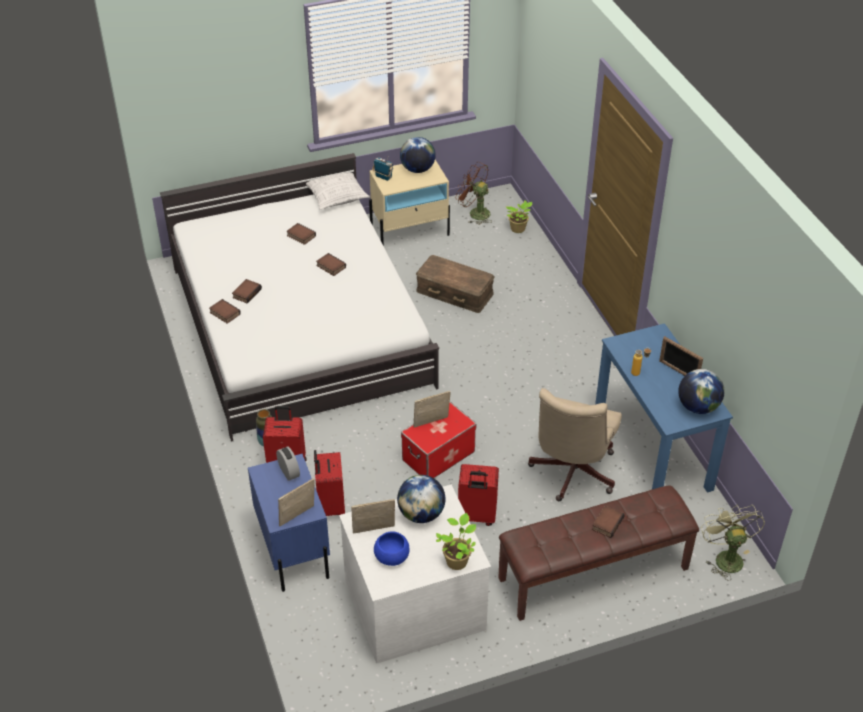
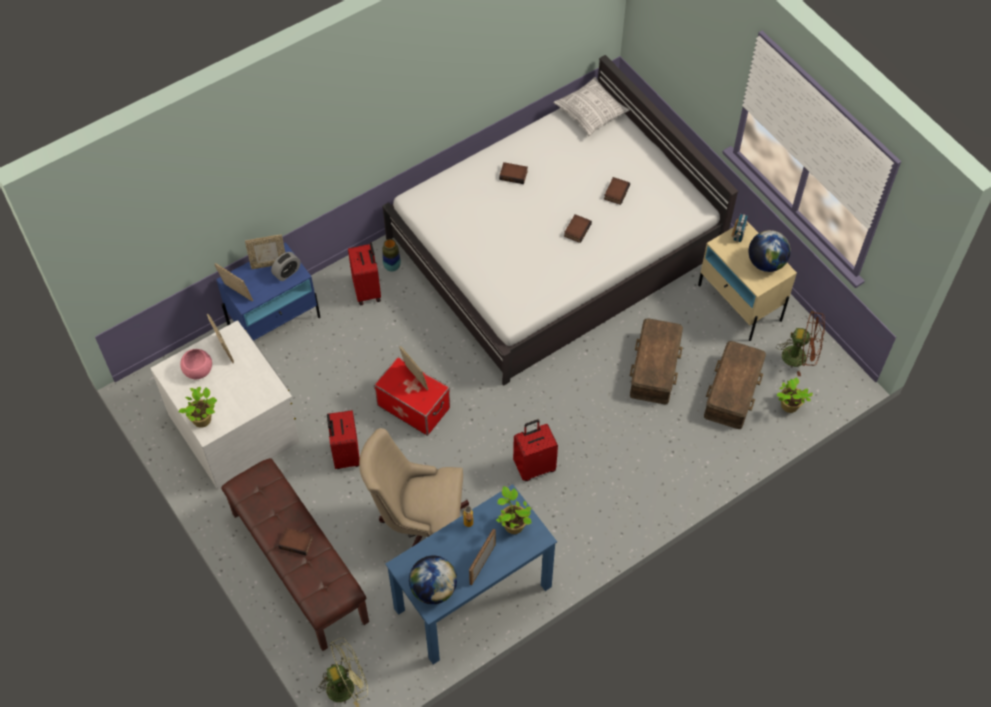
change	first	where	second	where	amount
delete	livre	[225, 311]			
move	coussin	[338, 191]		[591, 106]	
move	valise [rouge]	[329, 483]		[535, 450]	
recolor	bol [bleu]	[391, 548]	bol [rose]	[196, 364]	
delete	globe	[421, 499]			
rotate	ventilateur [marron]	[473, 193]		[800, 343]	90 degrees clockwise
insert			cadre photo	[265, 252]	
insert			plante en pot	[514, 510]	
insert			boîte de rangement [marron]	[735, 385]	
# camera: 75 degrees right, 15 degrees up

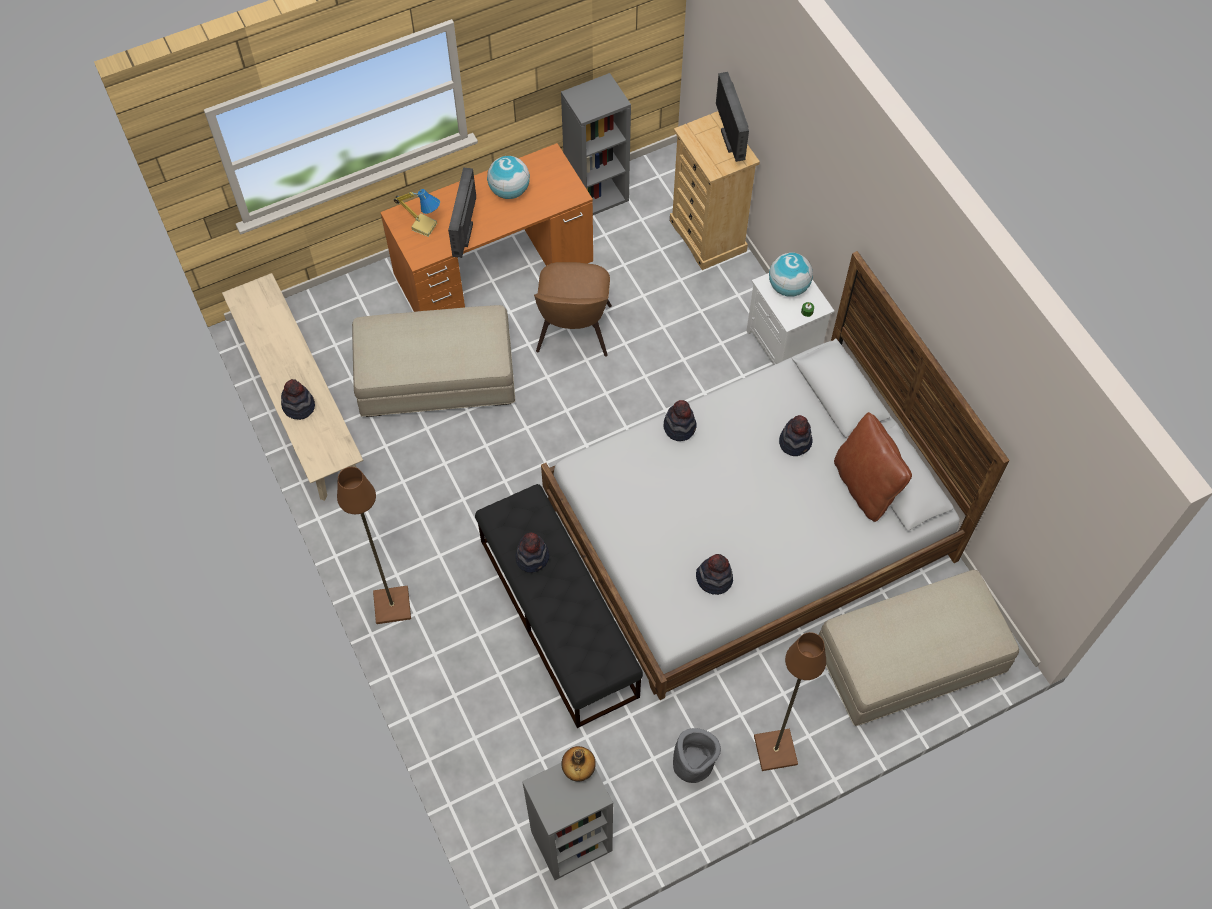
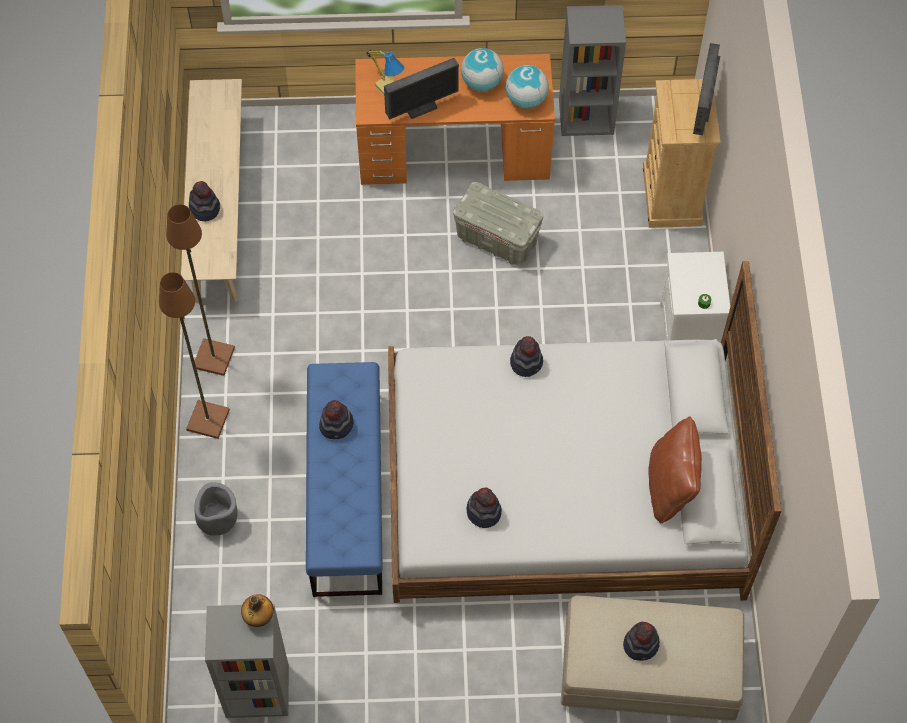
change	first	where	second	where	amount
delete	pouf [beige]	[433, 361]			
rotate	écran d'ordinateur	[462, 212]		[421, 89]	150 degrees counterclockwise
recolor	banc [noir]	[559, 606]	banc [bleu]	[344, 479]	
replace	chaise [marron]	[573, 309]	boîte de rangement [gris]	[498, 223]	
move	cache-pot [gris]	[697, 755]		[216, 508]	
move	lampadaire [marron]	[790, 701]		[200, 290]	
move	globe	[791, 275]		[527, 87]	
move	chapeau	[795, 435]		[641, 641]	
# camera: 25 degrees right, 0 degrees up

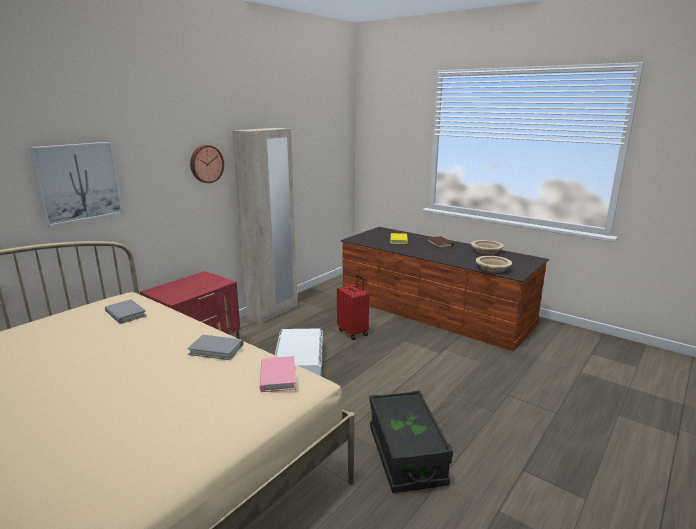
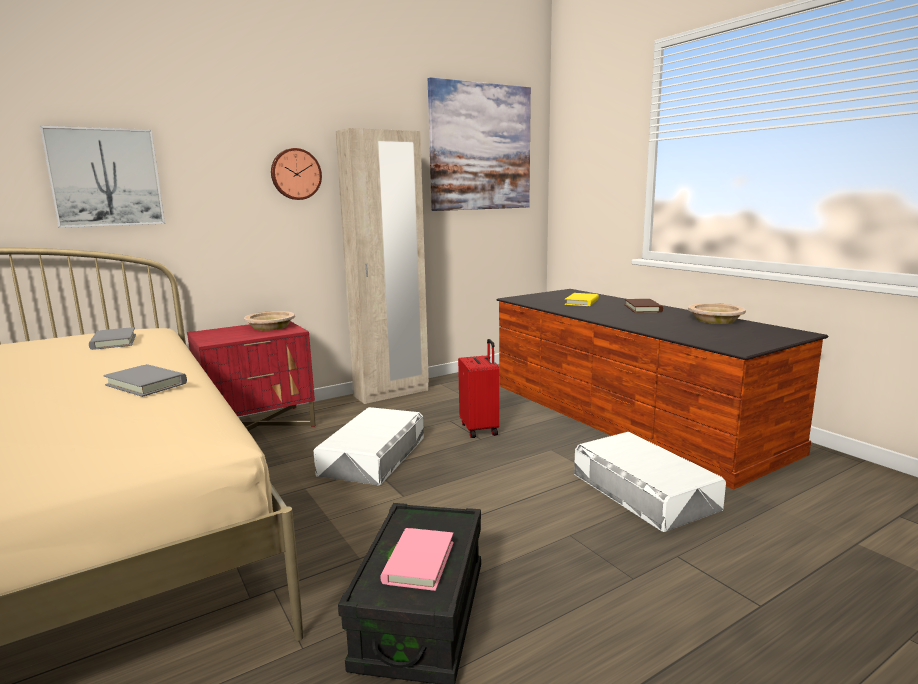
change	first	where	second	where	amount
move	livre [rose]	[278, 374]		[417, 559]	
move	bol [beige]	[494, 264]		[269, 321]	
insert			tableau	[479, 144]	
insert			boîte de rangement [blanc]	[650, 482]	
# camera: 20 degrees right, 5 degrees down

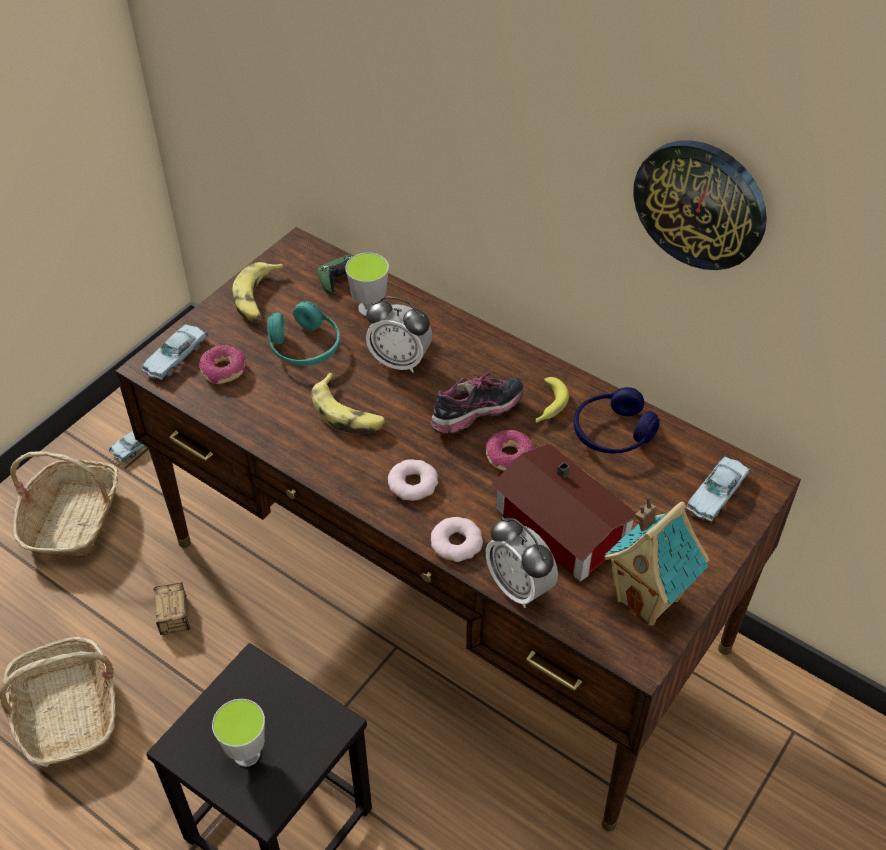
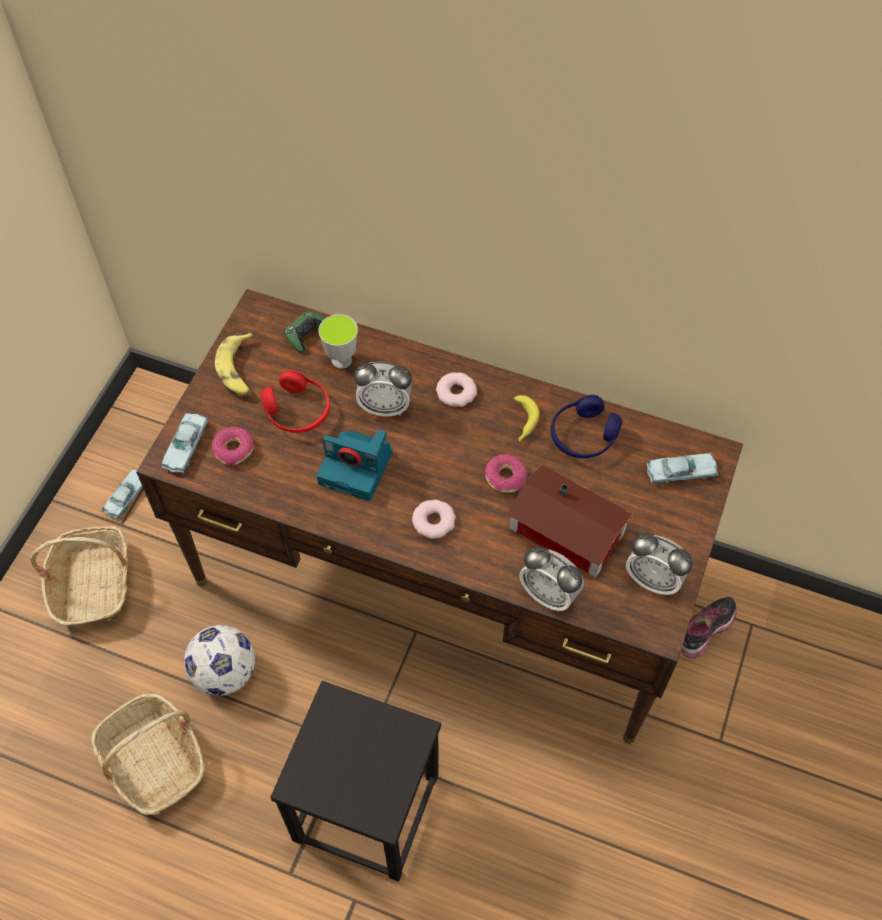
change	first	where	second	where	amount
replace	boîte de rangement	[171, 609]	ballon de foot	[219, 660]	
delete	tasse	[238, 733]			
recolor	casque audio [turquoise]	[303, 333]	casque audio [rouge]	[295, 401]	
replace	banane	[349, 403]	appareil photo	[354, 465]	
move	chaussure	[477, 402]		[709, 628]	
move	beignet	[457, 539]		[456, 389]	
replace	maison miniature	[657, 561]	réveil	[659, 564]	
delete	horloge murale	[700, 205]			
rotate	petite voiture [bleu]	[718, 488]		[682, 468]	120 degrees counterclockwise
# camera: 15 degrees left, 10 degrees up

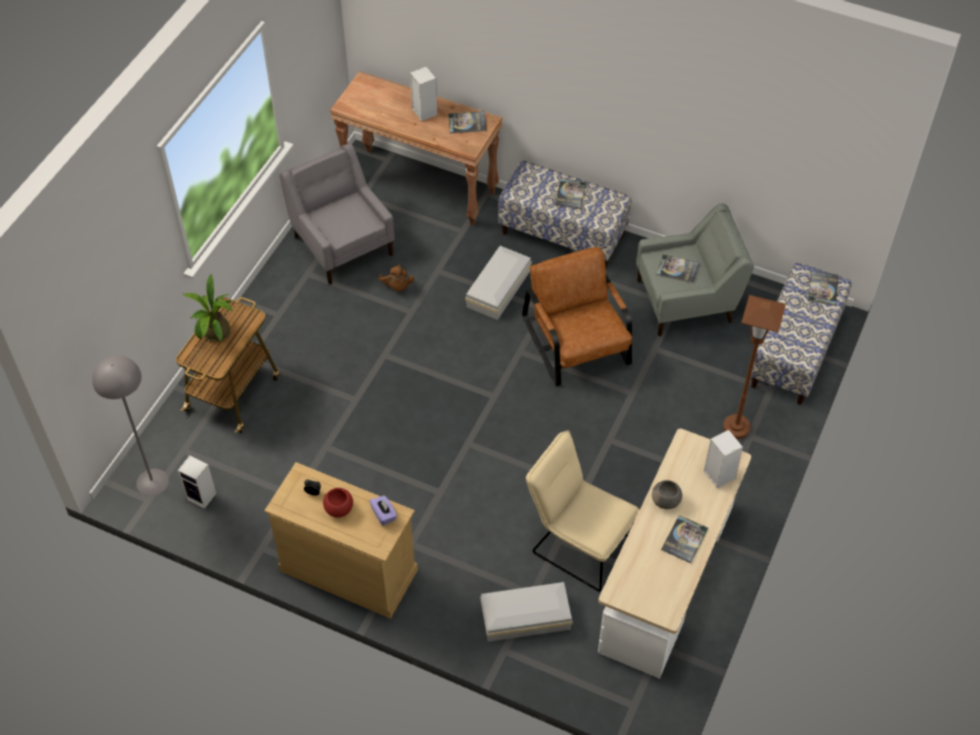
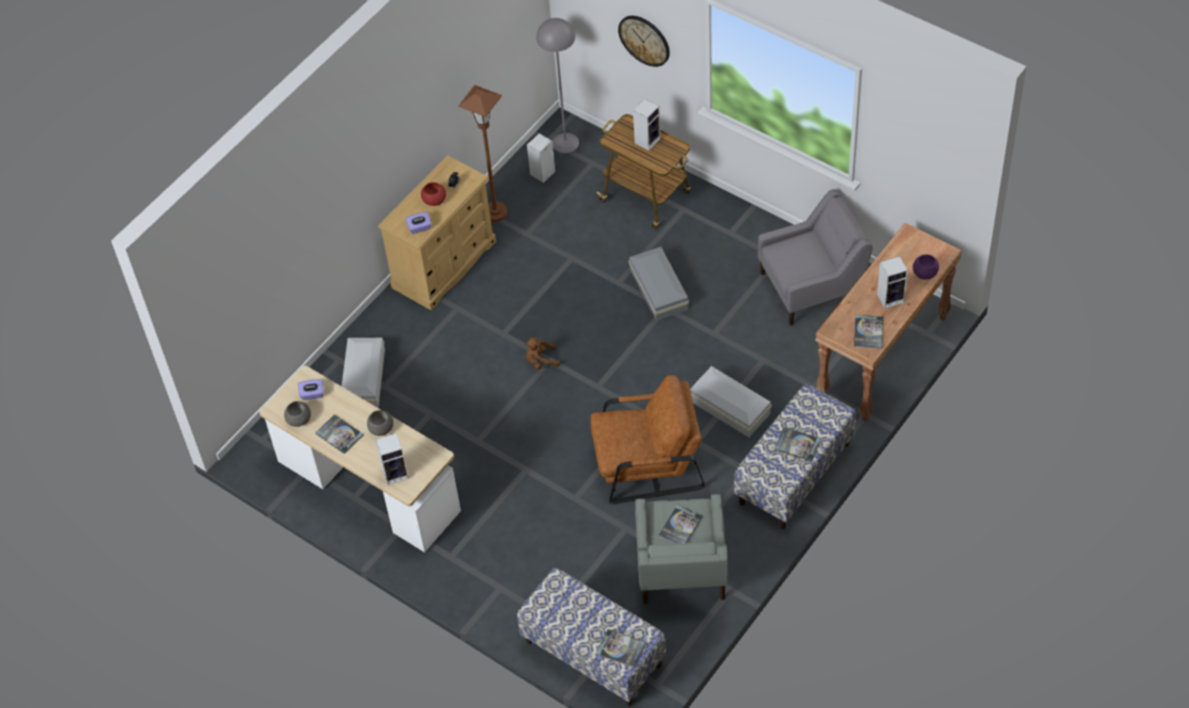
change	first	where	second	where	amount
replace	plante en pot	[208, 308]	enceinte	[647, 125]	
move	peluche [marron]	[396, 277]		[542, 353]	
delete	chaise [beige]	[582, 511]			
move	lampadaire [marron]	[754, 367]		[483, 153]	
insert			bol [gris]	[297, 414]	
insert			boîte à mouchoirs [violet]	[311, 389]	
insert			horloge murale	[644, 41]	
insert			boîte de rangement [gris]	[659, 284]	
insert			bol [violet]	[926, 267]	
# camera: 105 degrees right, 0 degrees up

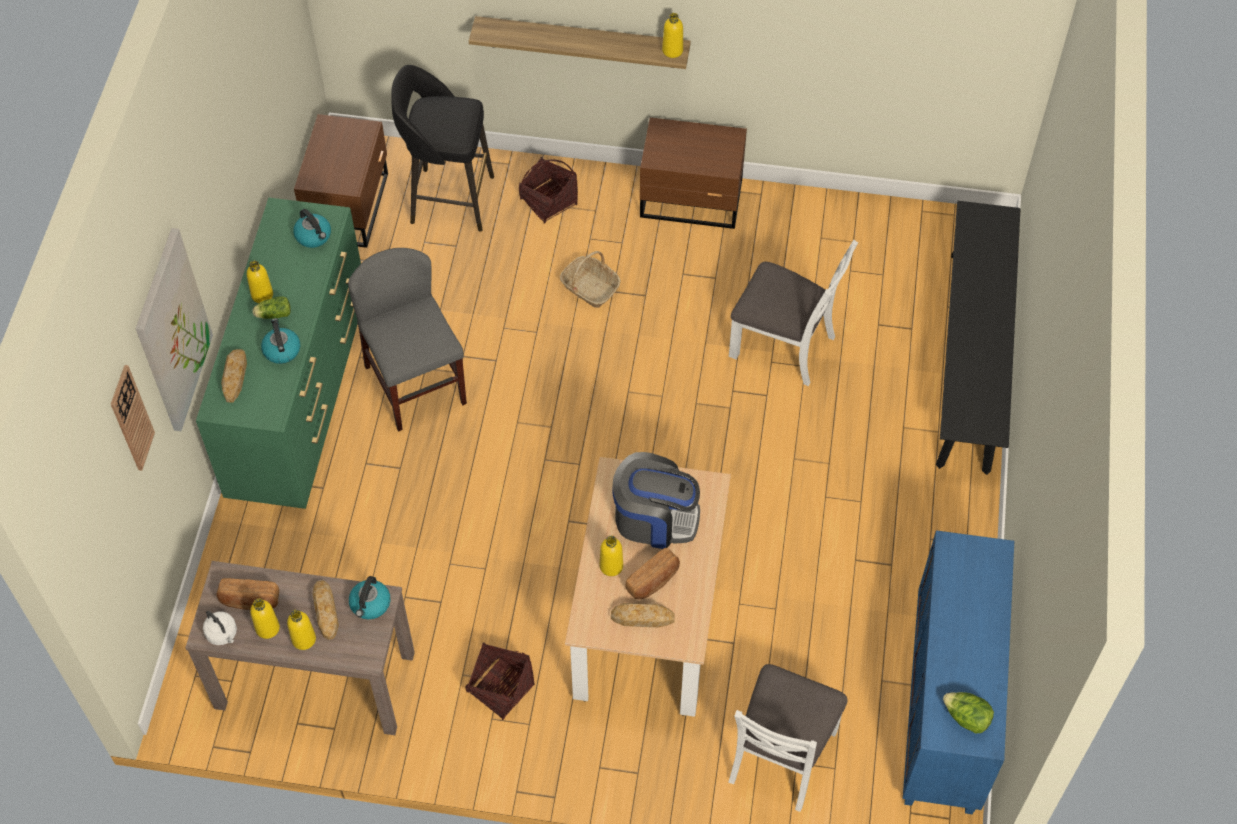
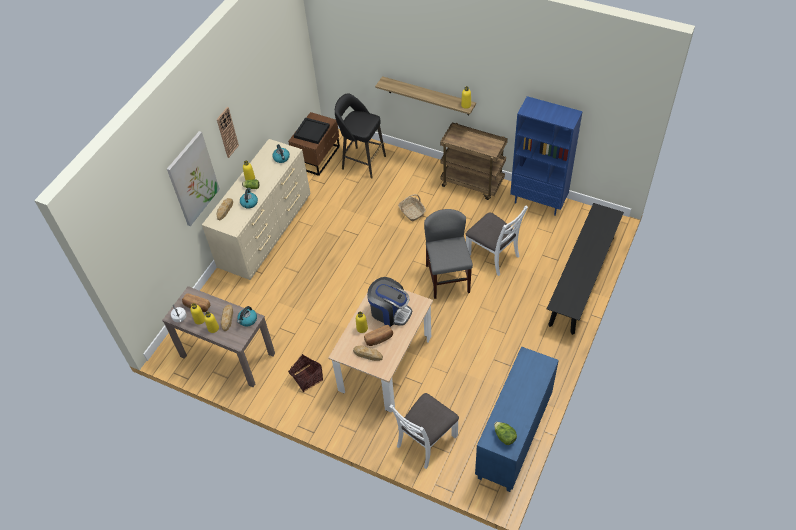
change	first	where	second	where	amount
move	horloge murale	[133, 418]		[228, 132]	
recolor	commode [vert]	[278, 353]	commode [beige]	[256, 209]	
move	chaise [gris]	[407, 339]		[448, 254]	
delete	panier	[548, 190]			
replace	table de chevet [marron]	[693, 173]	chariot [marron]	[474, 161]	
insert			plateau [noir]	[312, 130]	
insert			bibliothèque [bleu]	[546, 156]	
# camera: 20 degrees right, 5 degrees down

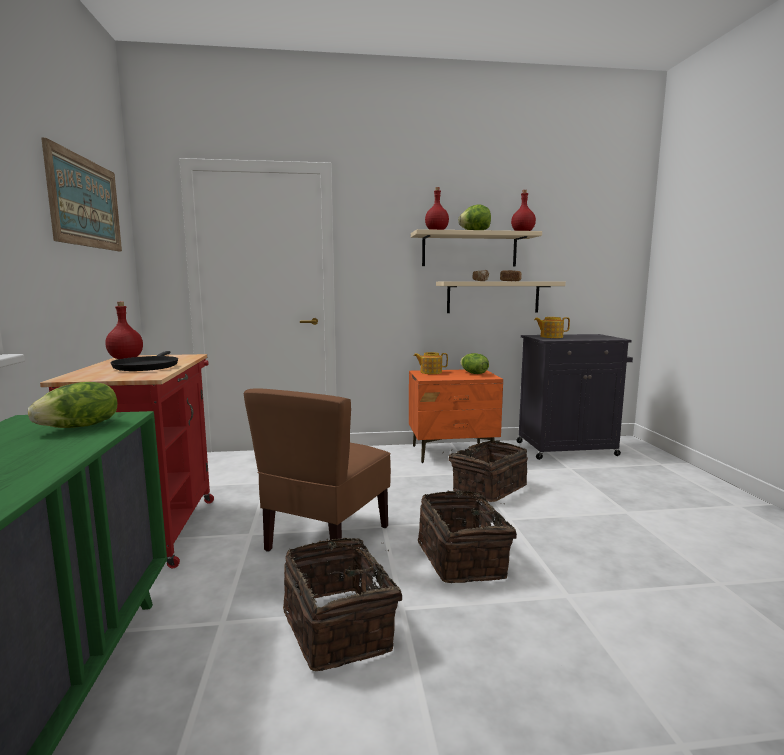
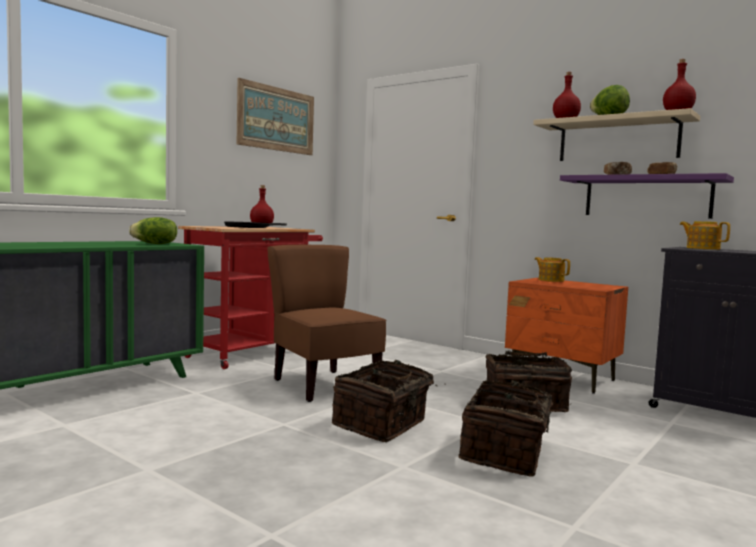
change	first	where	second	where	amount
rotate	chaise [marron]	[317, 470]		[327, 323]	75 degrees clockwise
move	panier	[342, 604]		[514, 428]	
recolor	étagère [beige]	[501, 297]	étagère [violet]	[647, 196]	
delete	laitue	[474, 363]			
# camera: 45 degrees right, 5 degrees down

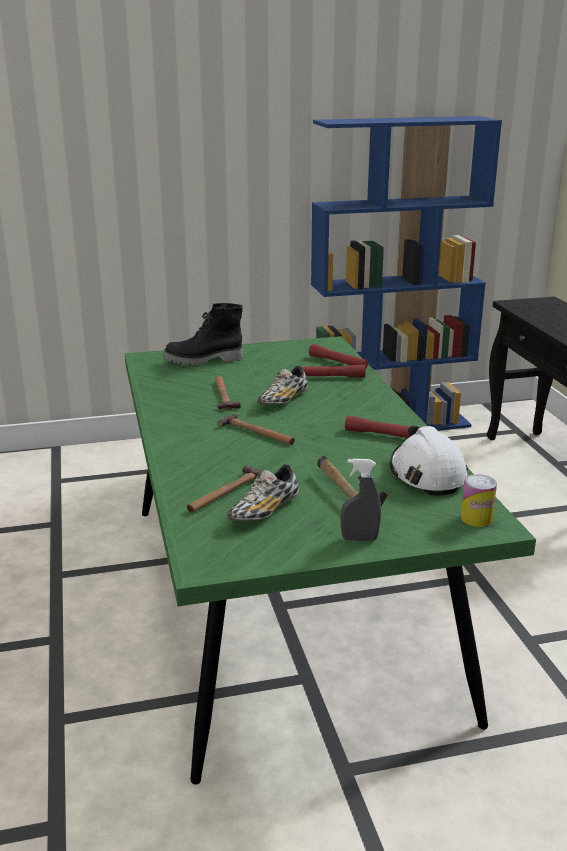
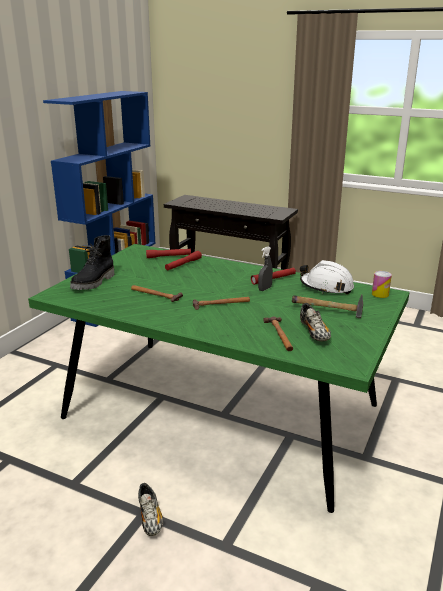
change	first	where	second	where	amount
move	chaussure	[282, 385]		[150, 509]	
move	vaporisateur [gris]	[361, 500]		[265, 268]	
# camera: 50 degrees left, 0 degrees up

